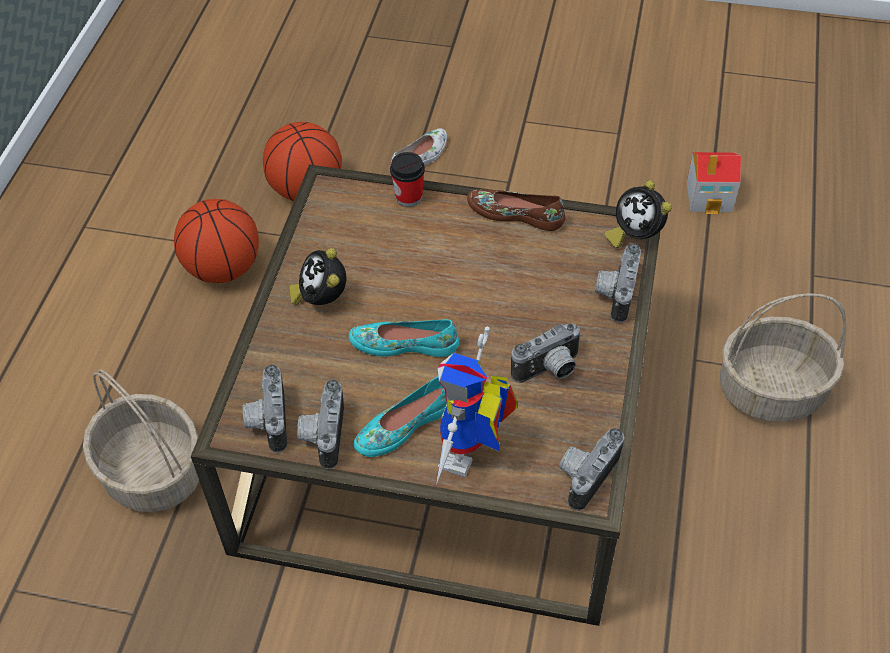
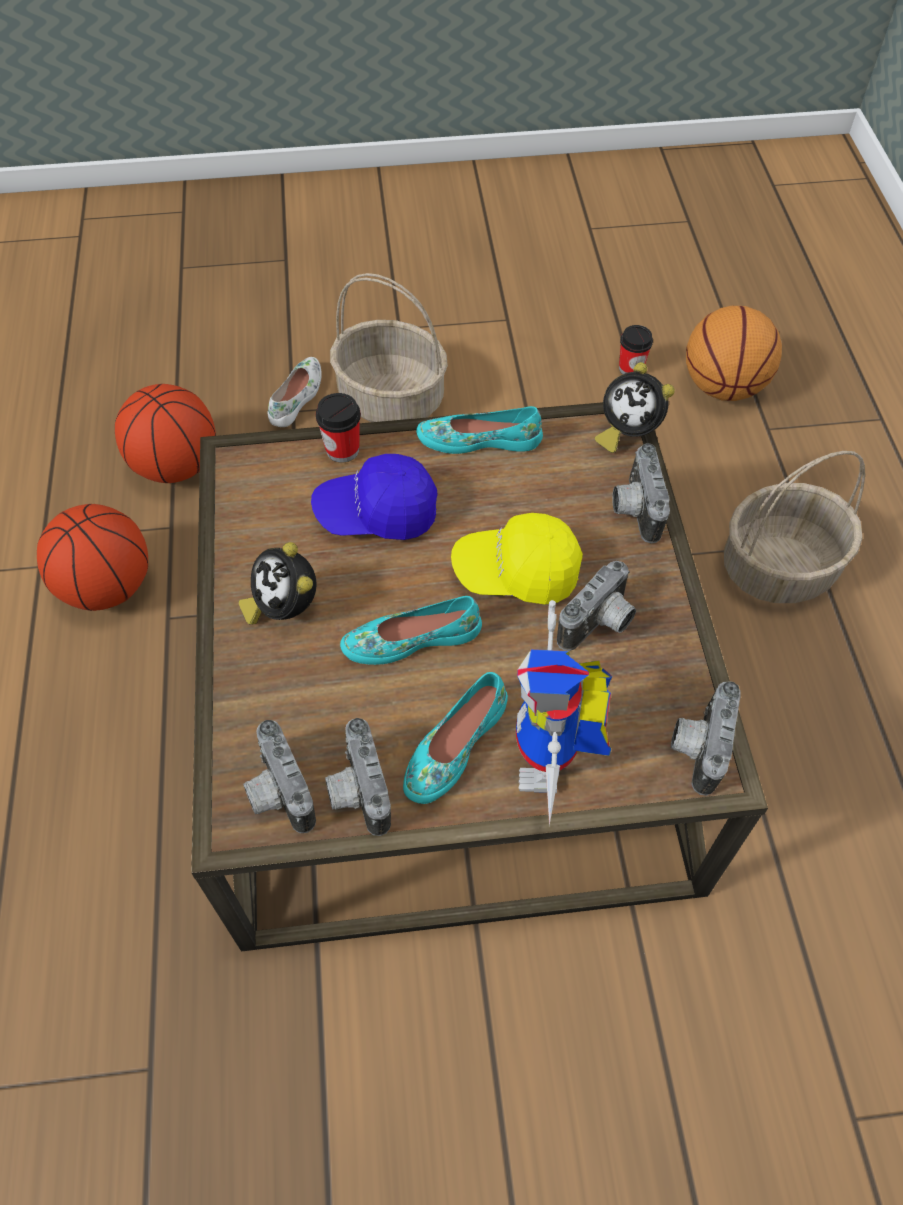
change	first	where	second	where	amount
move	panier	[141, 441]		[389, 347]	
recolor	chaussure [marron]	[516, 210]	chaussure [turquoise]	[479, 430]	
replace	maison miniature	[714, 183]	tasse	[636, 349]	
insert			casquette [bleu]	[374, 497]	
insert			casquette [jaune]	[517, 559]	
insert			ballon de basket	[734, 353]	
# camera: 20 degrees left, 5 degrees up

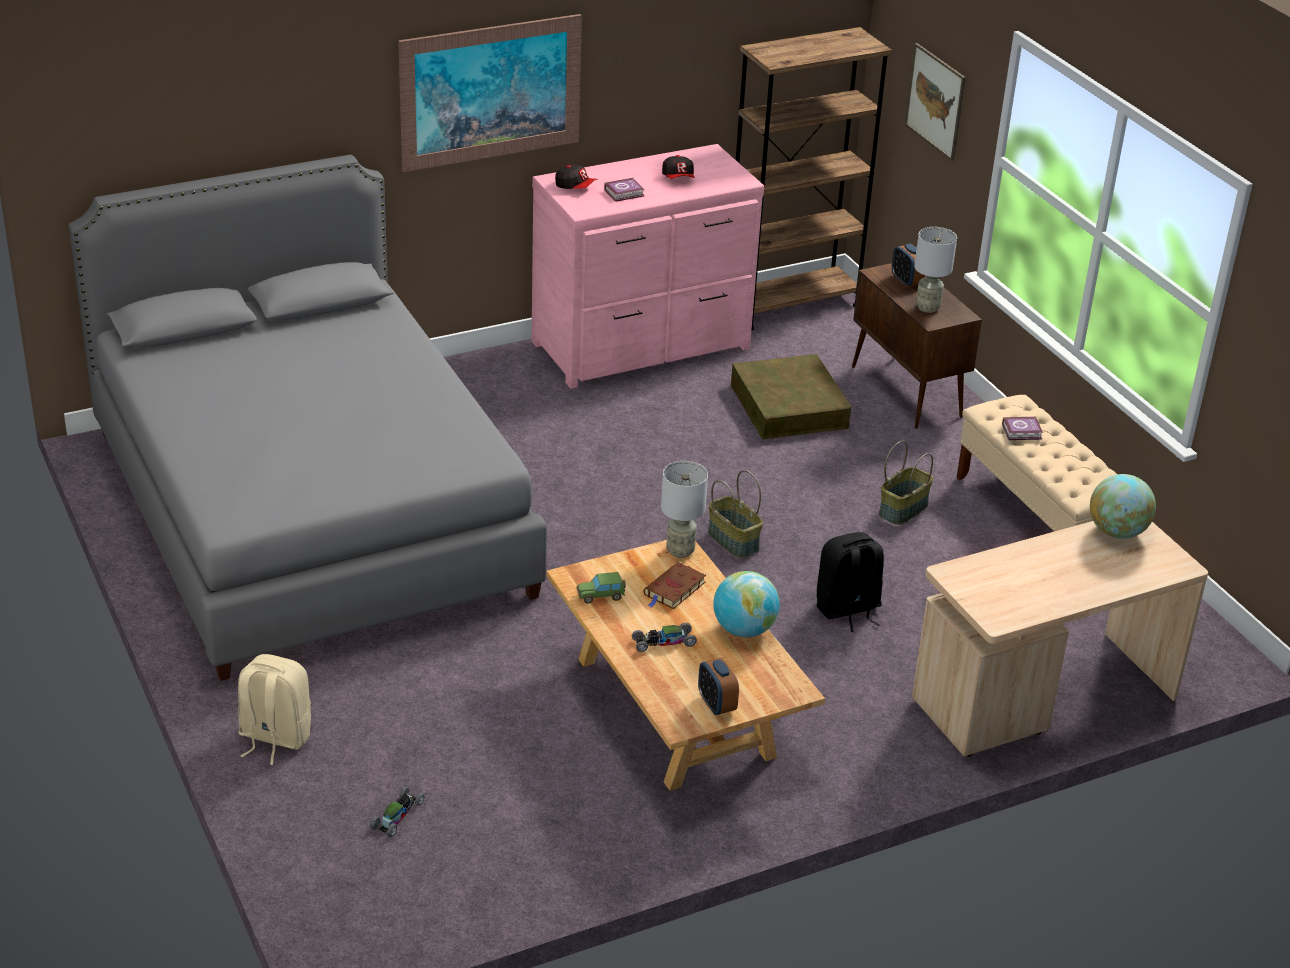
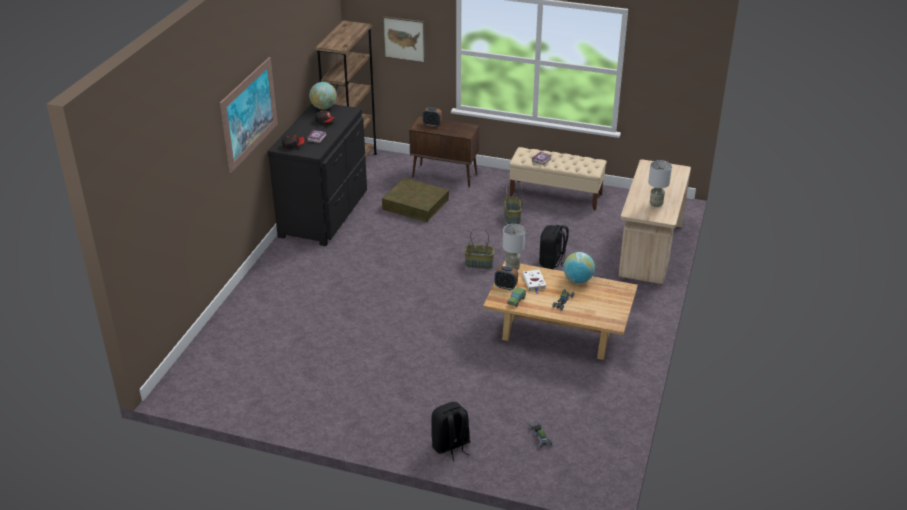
change	first	where	second	where	amount
delete	lit [gris]	[308, 418]			
recolor	sac à dos [beige]	[274, 709]	sac à dos [noir]	[450, 432]	
recolor	commode [rose]	[647, 266]	commode [noir]	[317, 175]	
recolor	livre [marron]	[675, 585]	livre [blanc]	[534, 282]	
move	réveil	[718, 686]		[506, 278]	
move	lampe de table [gris]	[935, 270]		[660, 183]	
move	globe	[1123, 506]		[323, 95]	
# camera: 45 degrees left, 0 degrees up

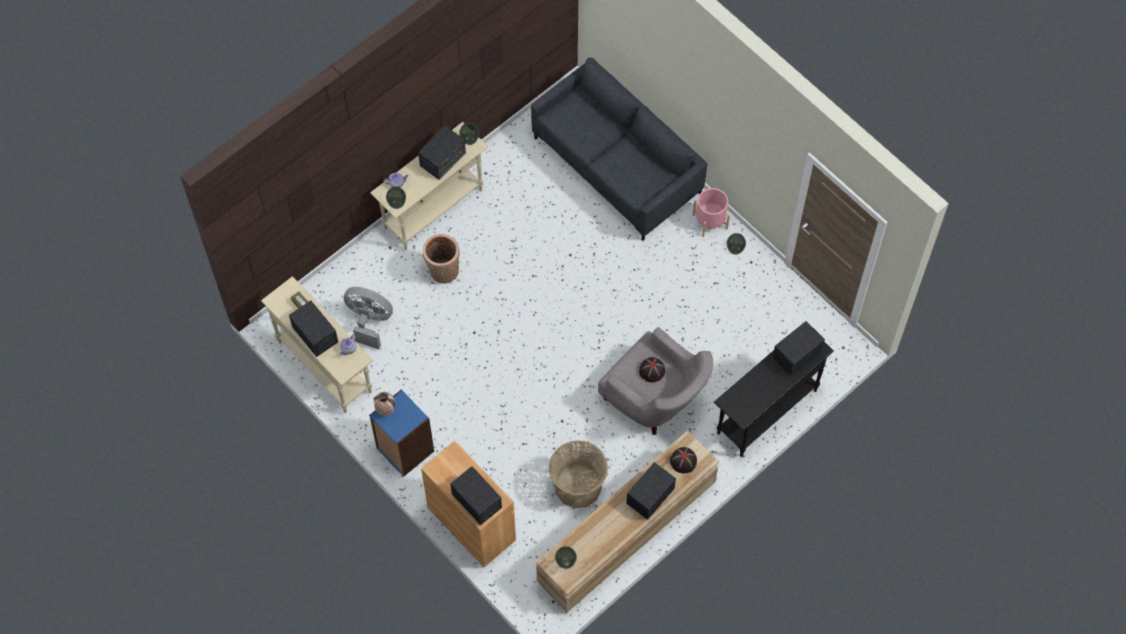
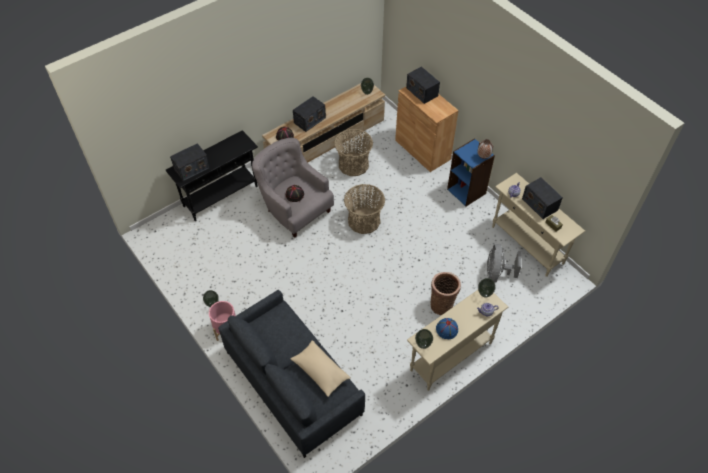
change	first	where	second	where	amount
rotate	ventilateur [gris]	[368, 318]		[504, 263]	75 degrees clockwise
replace	radio	[442, 153]	chapeau [bleu]	[447, 328]	
insert			coussin [beige]	[320, 368]	
insert			panier	[364, 209]	
# camera: 175 degrees left, 10 degrees down

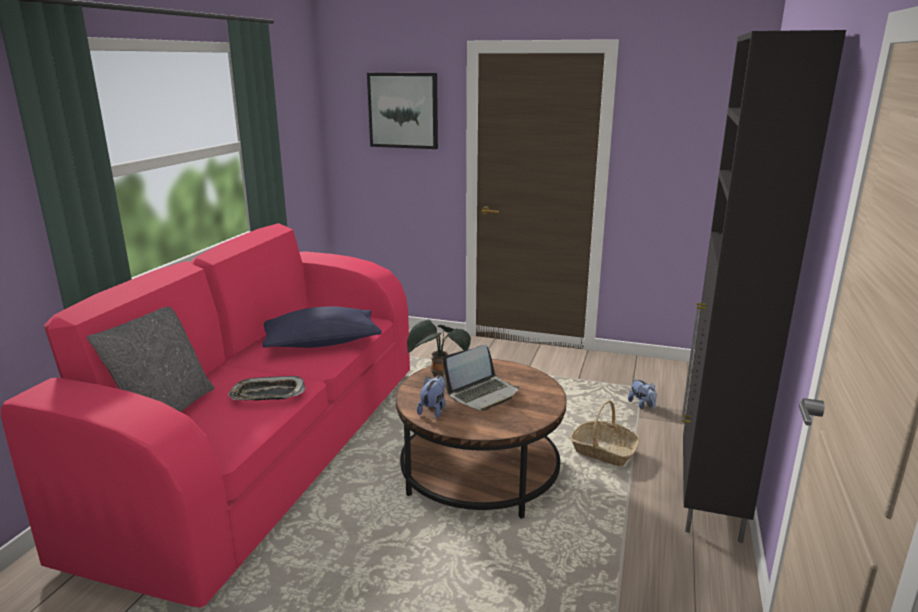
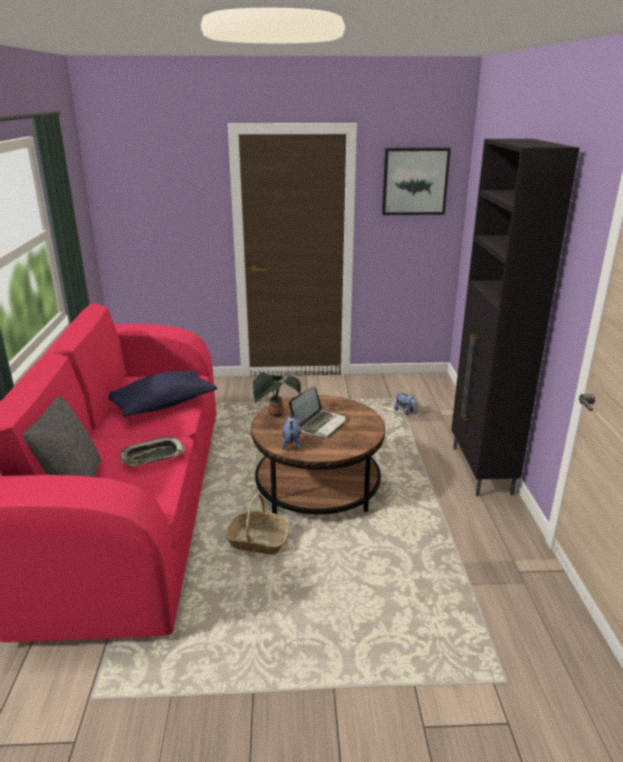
change	first	where	second	where	amount
move	tableau	[402, 111]		[416, 181]	
move	panier	[605, 433]		[257, 524]	
# camera: 20 degrees left, 5 degrees up

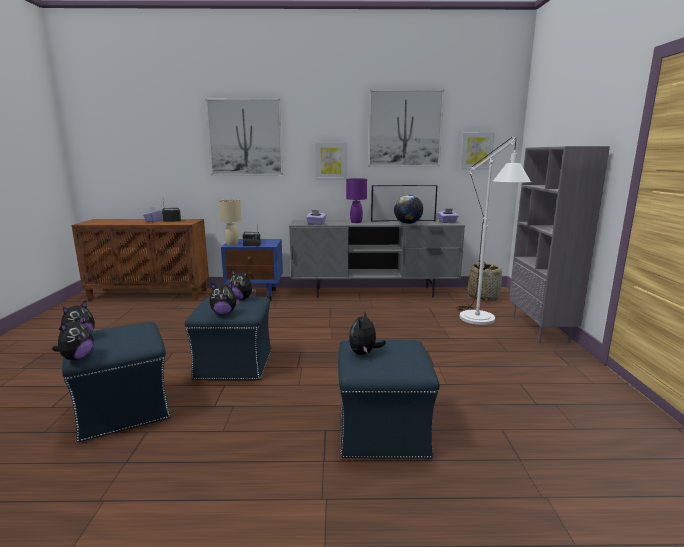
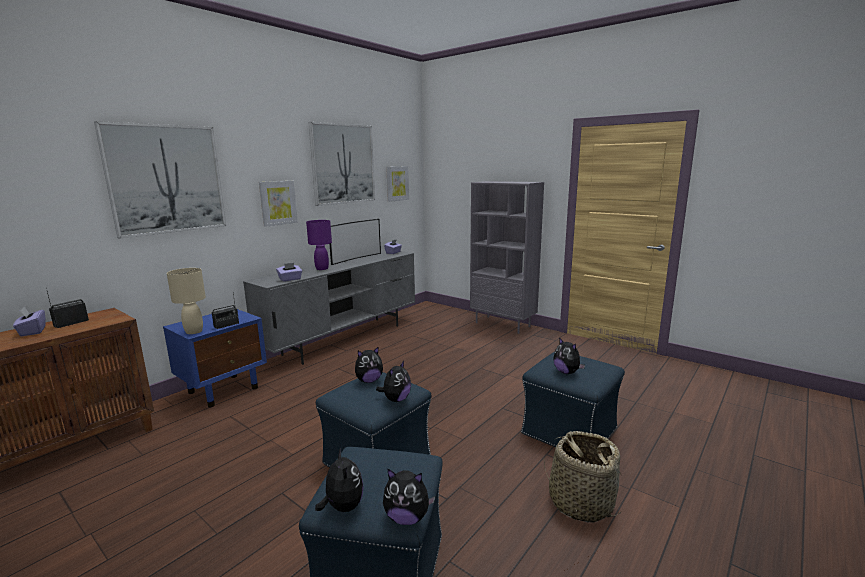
change	first	where	second	where	amount
rotate	peluche	[73, 338]		[409, 497]	135 degrees clockwise
delete	globe	[408, 209]			
delete	lampadaire [blanc]	[494, 230]			
move	panier	[484, 280]		[583, 476]	
# camera: 50 degrees left, 0 degrees up

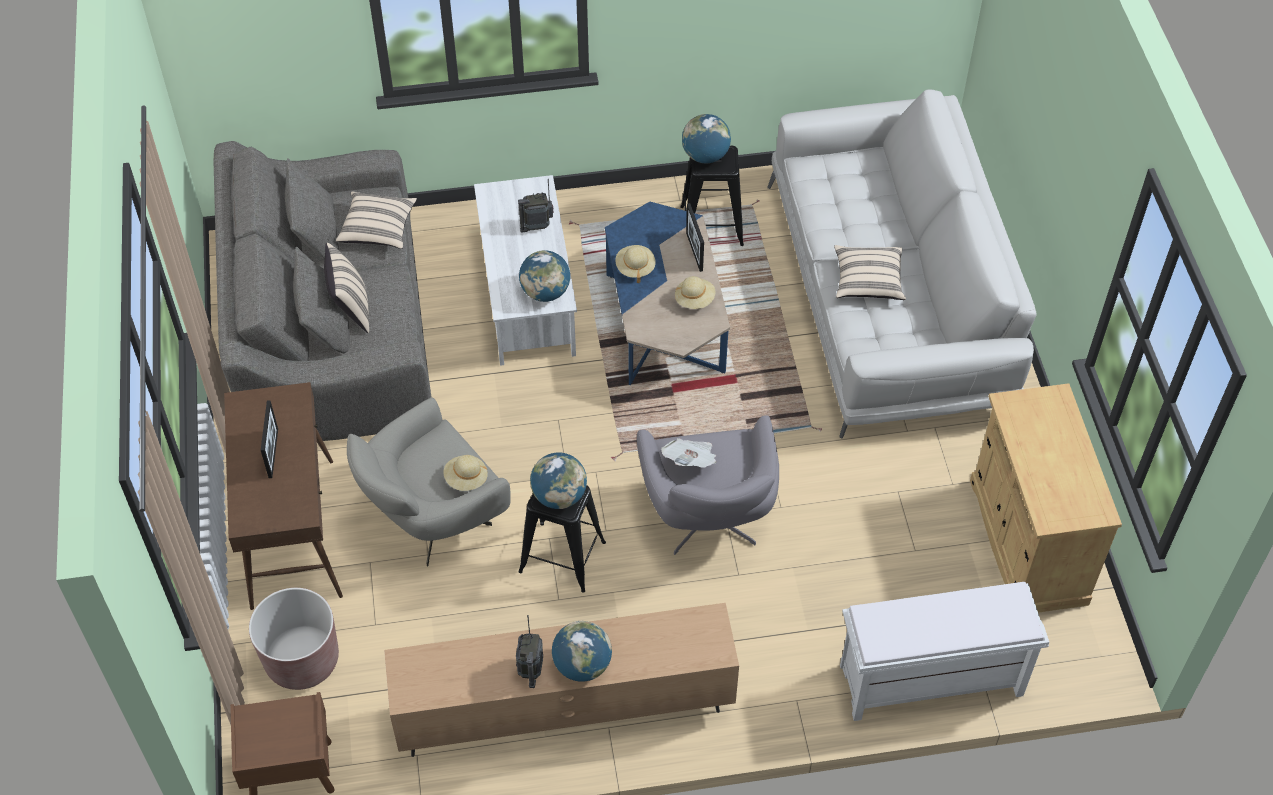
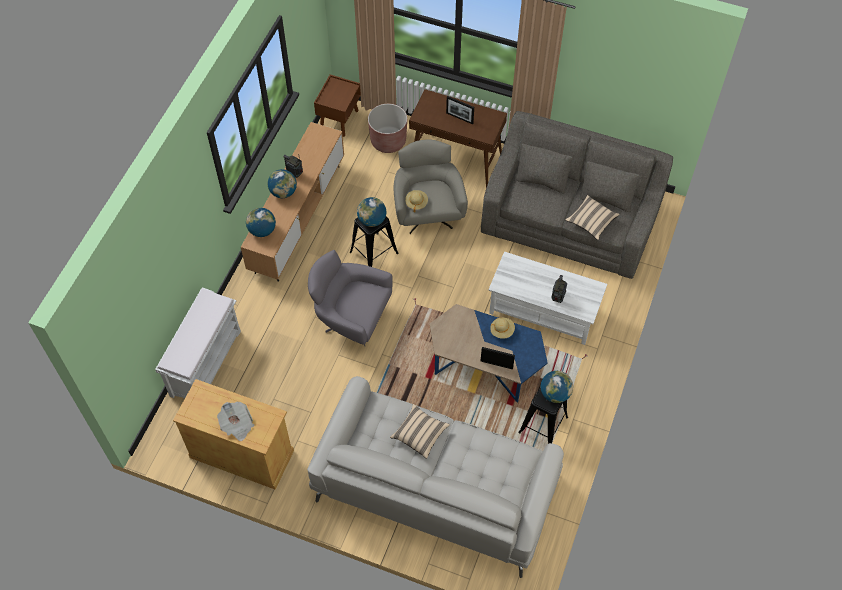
change	first	where	second	where	amount
delete	coussin [beige]	[346, 288]			
move	globe	[544, 276]		[261, 222]	
move	journal	[688, 453]		[235, 421]	
delete	chapeau [beige]	[695, 292]			
# camera: 120 degrees right, 5 degrees up

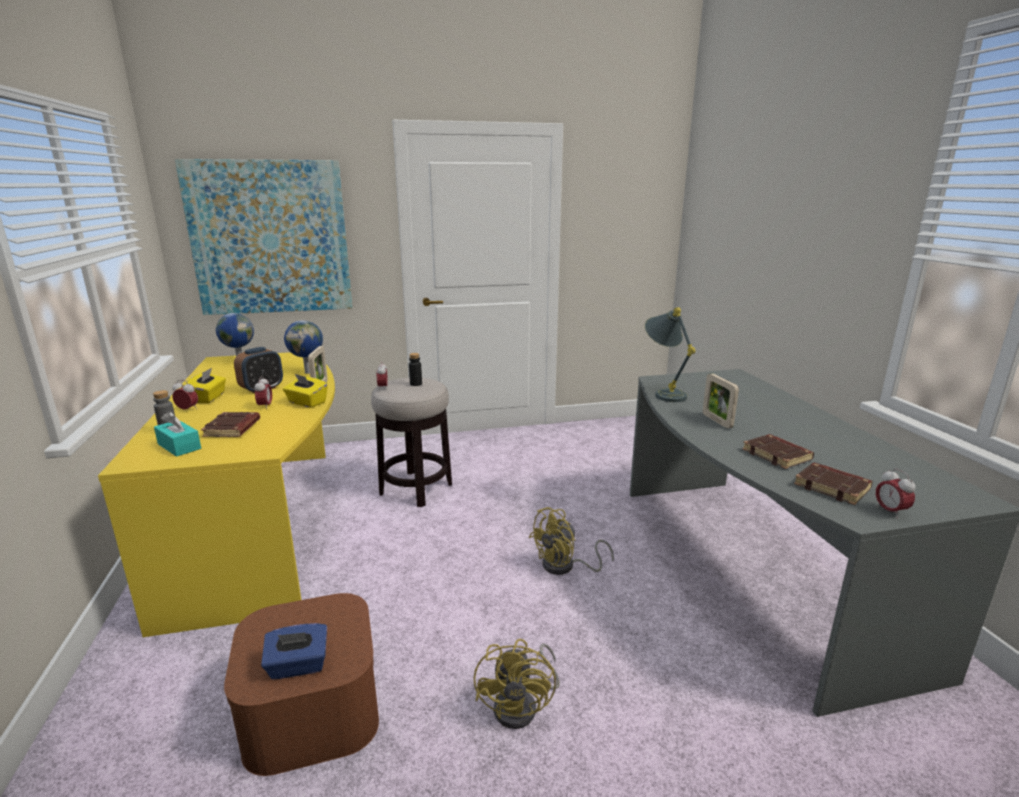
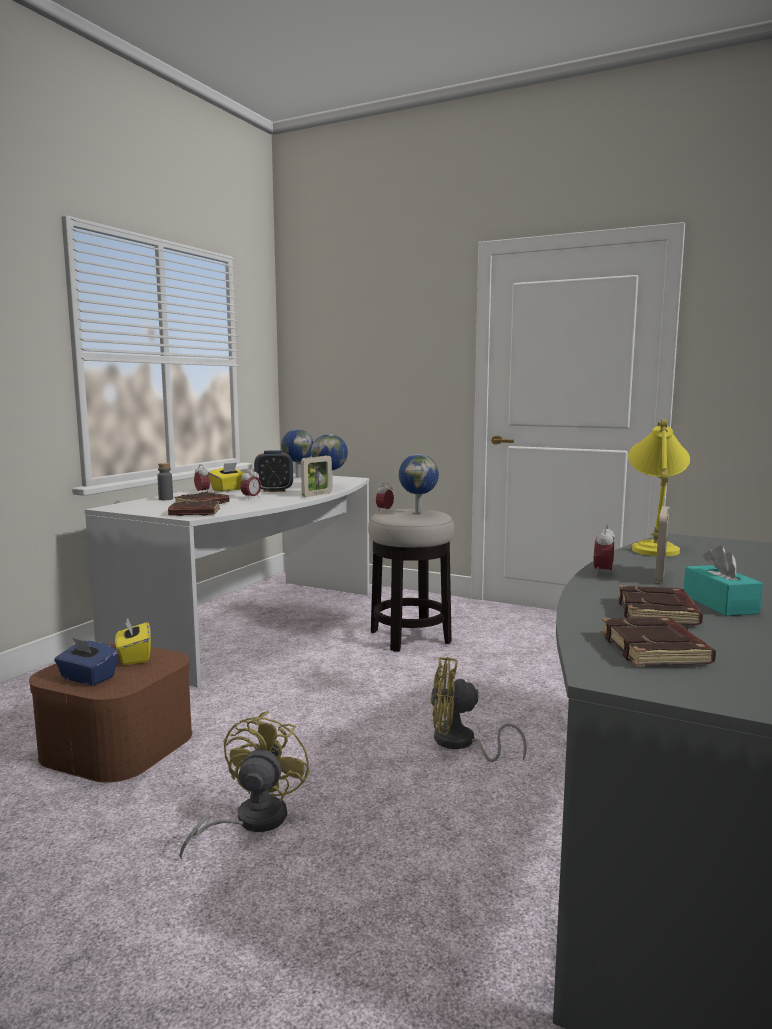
change	first	where	second	where	amount
recolor	bureau [jaune]	[216, 494]	bureau [blanc]	[227, 580]	
move	boîte à mouchoirs [turquoise]	[177, 434]		[723, 580]	
delete	tableau	[263, 237]			
move	boîte à mouchoirs [jaune]	[305, 390]		[133, 641]	
replace	bouteille [noir]	[415, 369]	globe	[419, 483]	
rotate	ventilateur [jaune]	[517, 684]		[244, 785]	150 degrees clockwise
recolor	lampe de table [gris]	[670, 354]	lampe de table [jaune]	[659, 487]	
move	réveil	[895, 493]		[604, 549]	
insert			livre [marron]	[194, 508]	
# camera: 40 degrees right, 10 degrees down

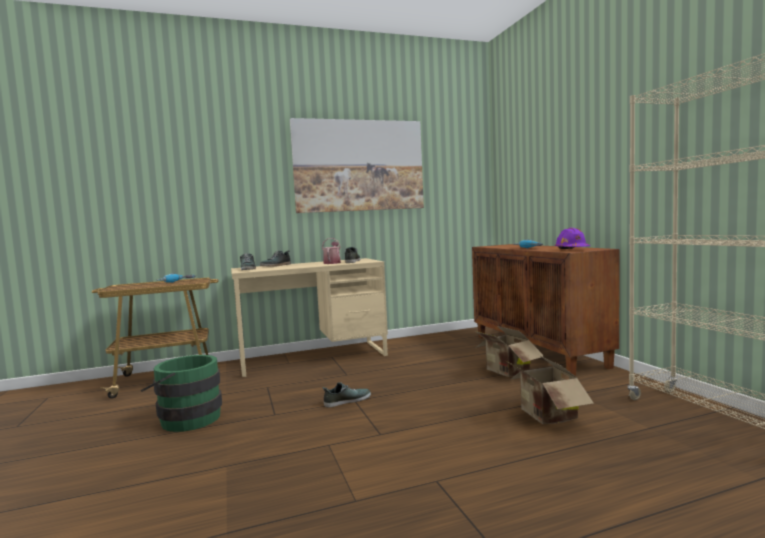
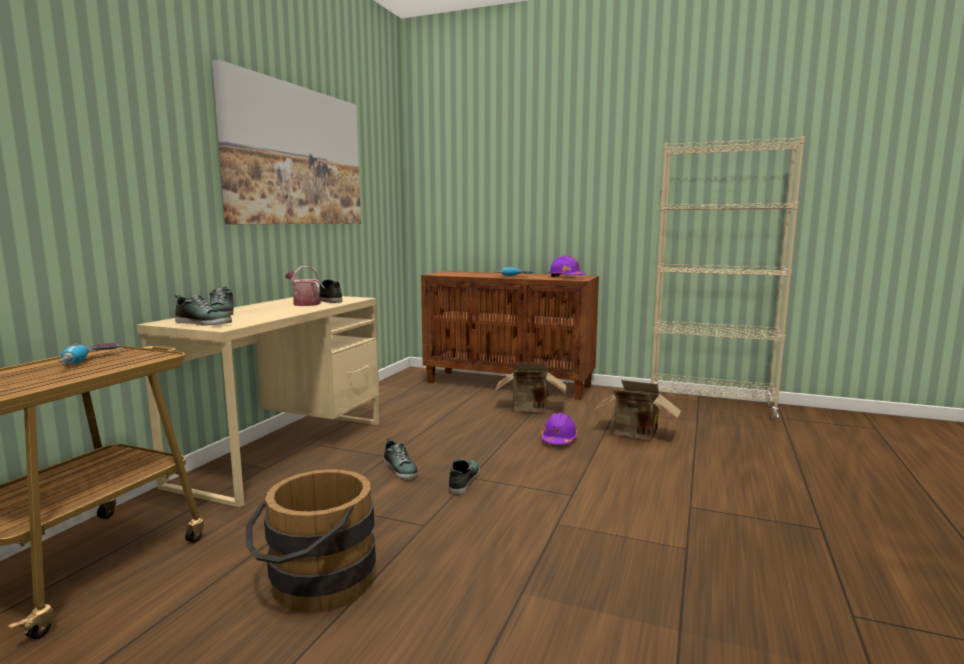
change	first	where	second	where	amount
recolor	seau [vert]	[181, 393]	seau [marron]	[311, 541]	
insert			chaussure	[401, 458]	
insert			casque de chantier [violet]	[559, 429]	
# camera: 50 degrees left, 5 degrees up

